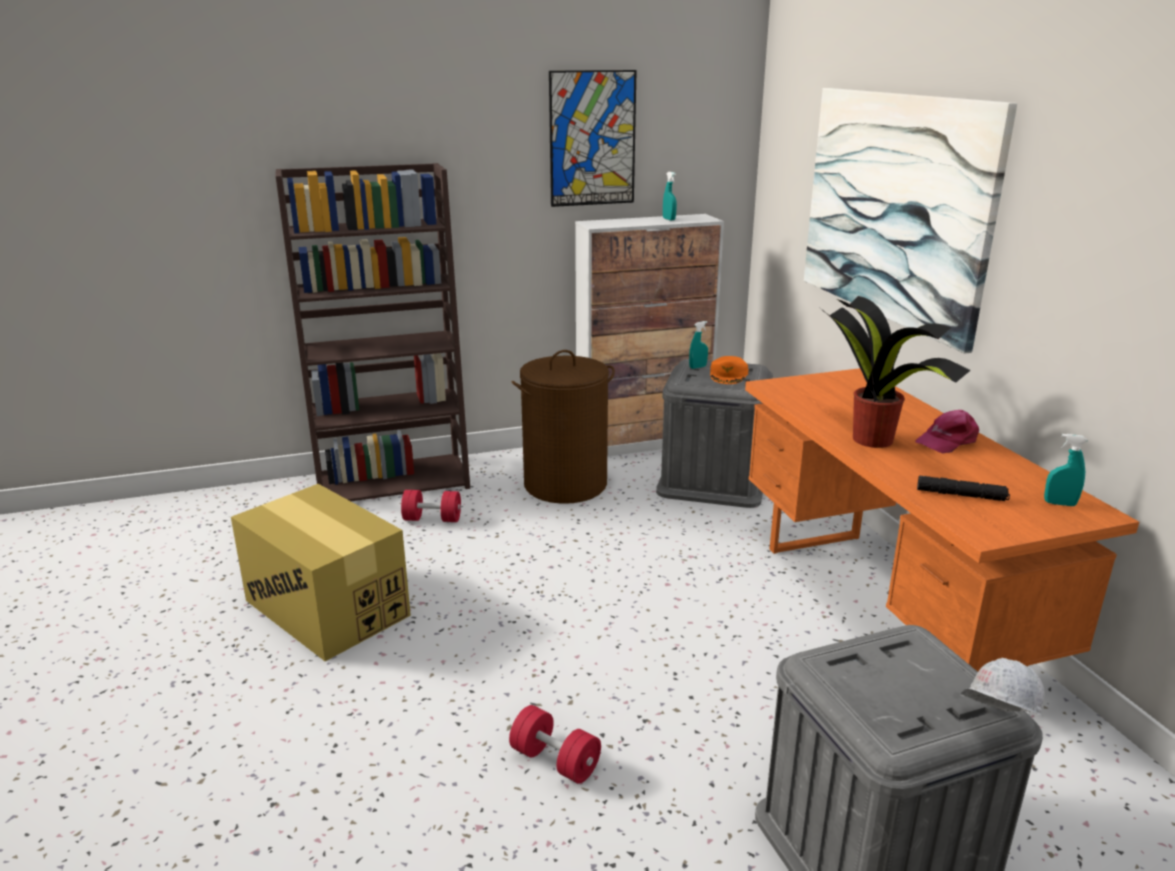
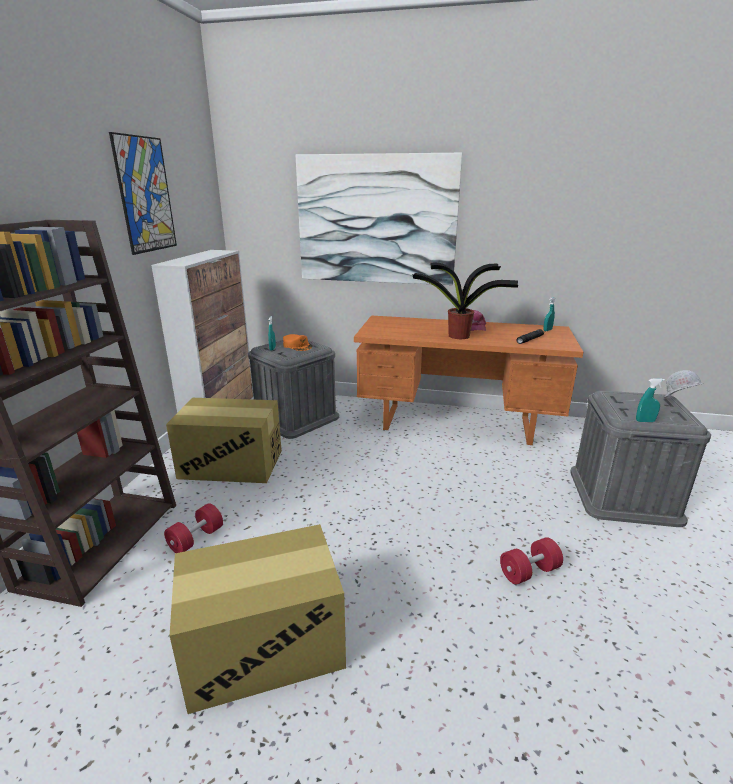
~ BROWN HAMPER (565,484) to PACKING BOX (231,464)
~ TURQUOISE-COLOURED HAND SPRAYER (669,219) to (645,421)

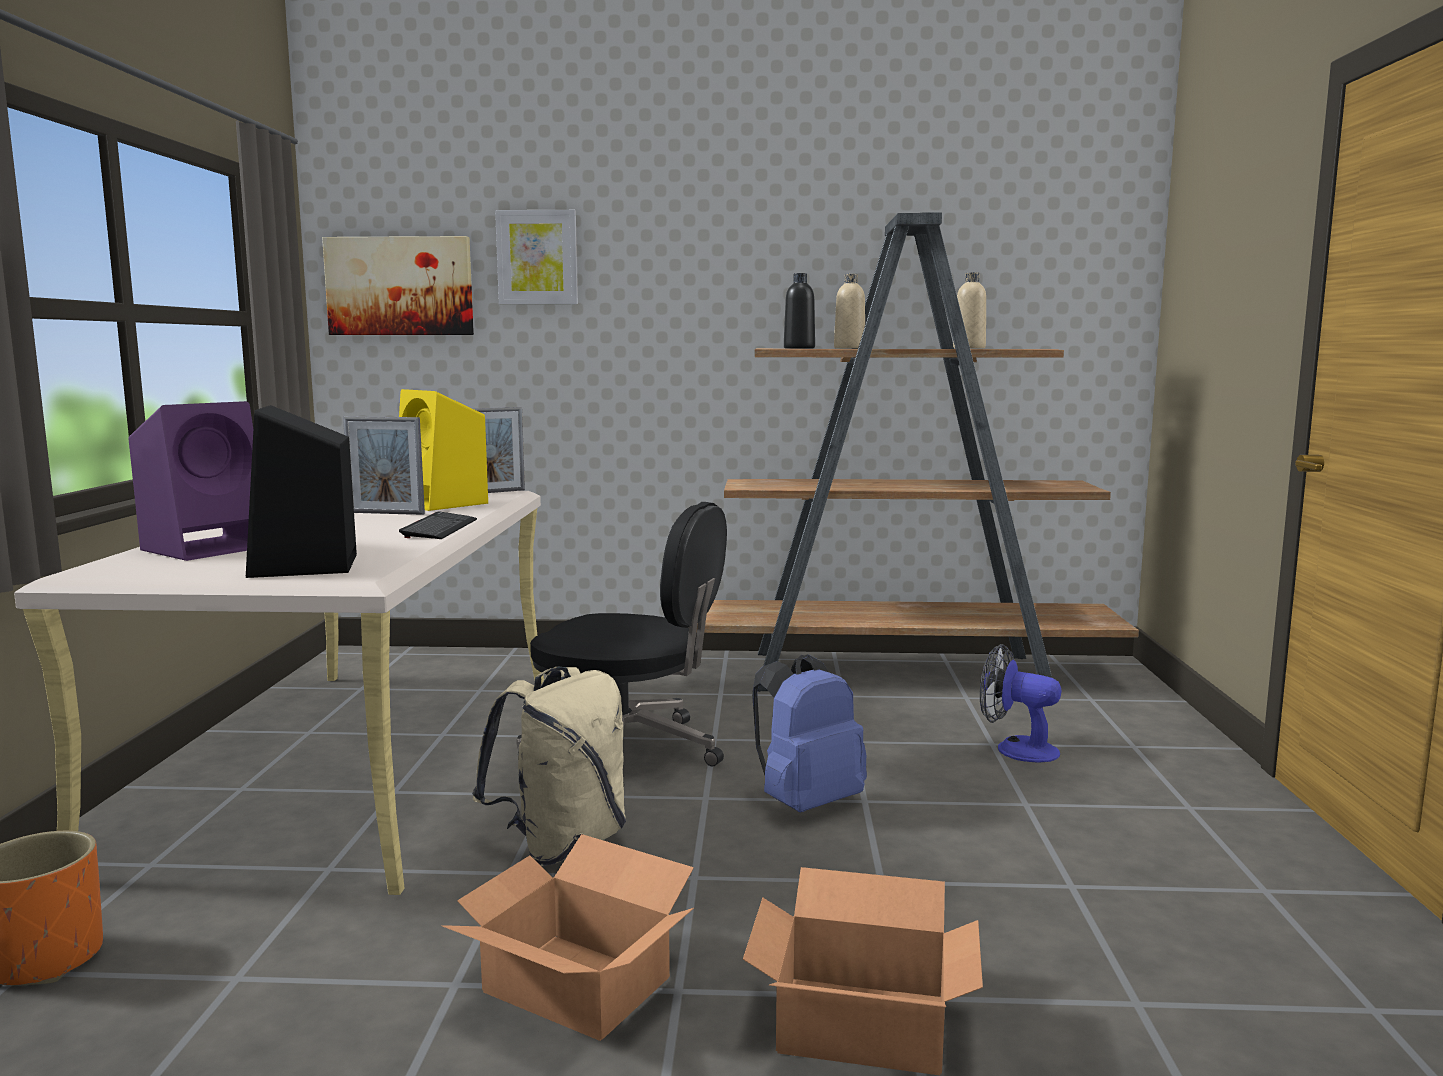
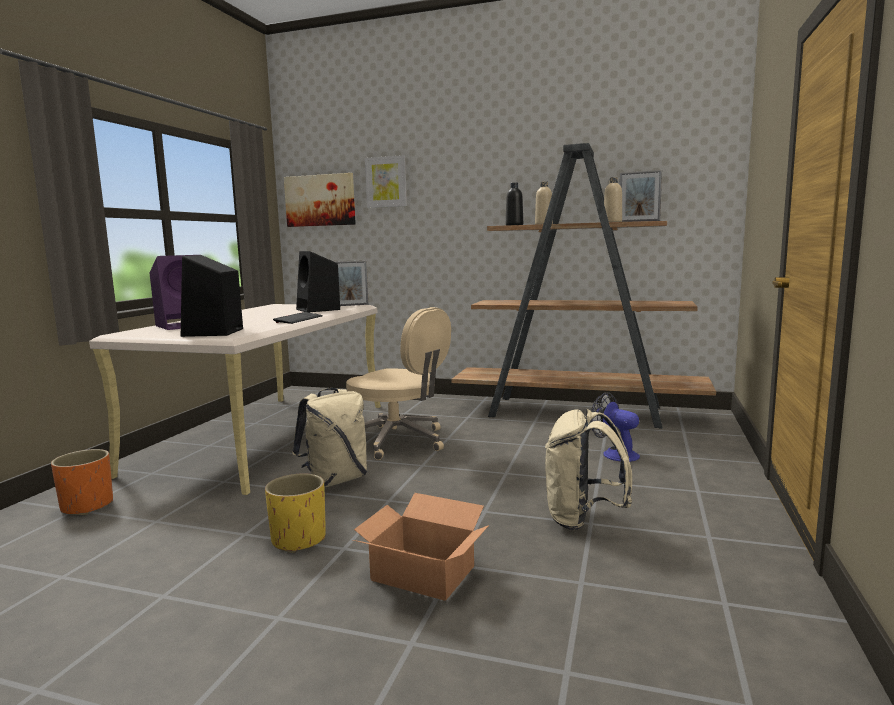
~ PACKING BOX (576,983) to YELLOW-COLOURED PLANT POT (299,540)
~ YELLOW-COLOURED LOUDSPEAKER (443,503) to BLACK LOUDSPEAKER (319,309)
~ BLACK OFFICE CHAIR (627,752) to BEIGE OFFICE CHAIR (398,441)
+ BEIGE BACKPACK (582,519)
~ STANDING FRAME (386,513) to (639,221)
- BLUISH BACKPACK (806,802)

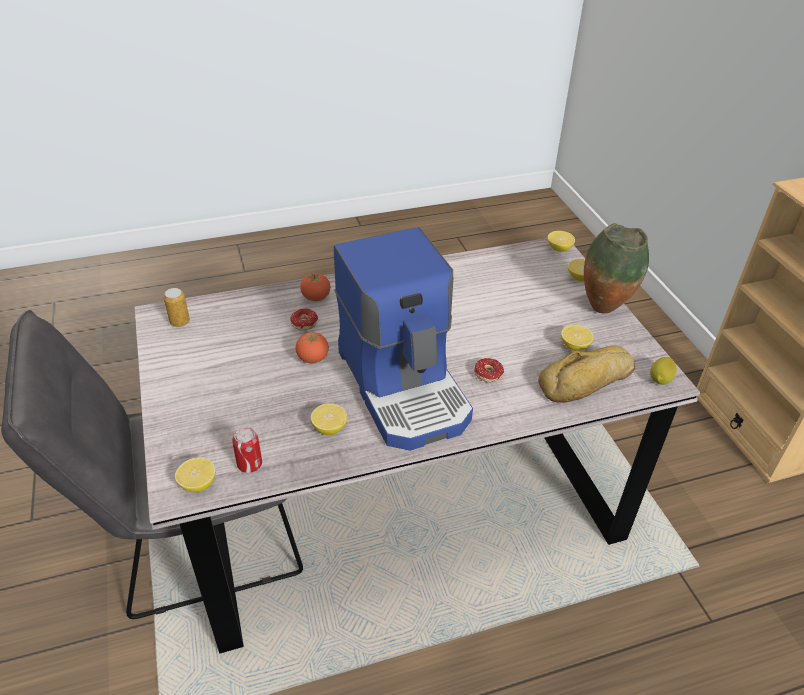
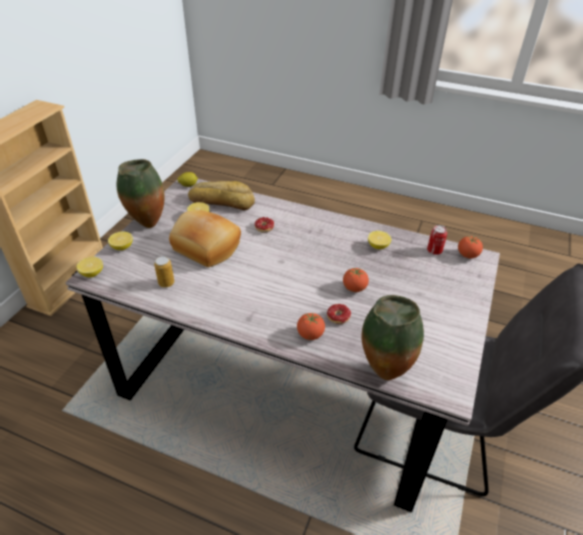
~ CAN (180,322) to (166,283)
+ BAKED BREAD (205,248)
+ VASE (383,371)
~ CITRUS FRUIT (198,484) to FRESH TOMATO (467,255)
- COFFEE BREWER (405,386)

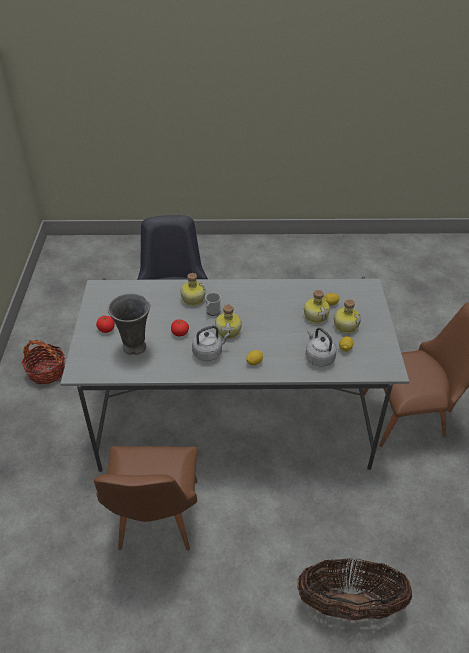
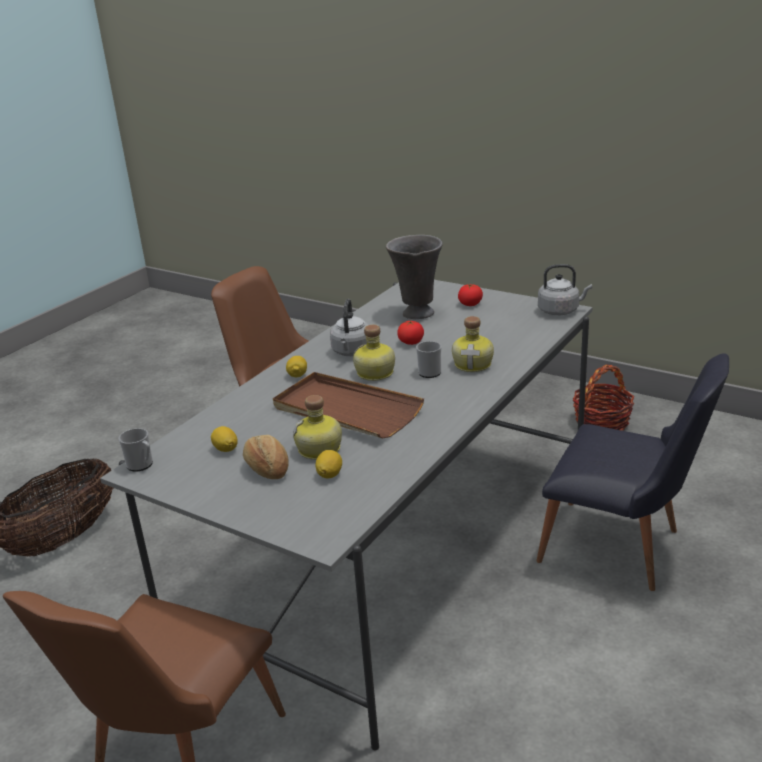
+ MUG (142,465)
~ BOTTLE (345,325) to BAKED BREAD (266,468)
+ BROWN TRAY (346,410)
~ GREY KETTLE (318,357) to (560,311)

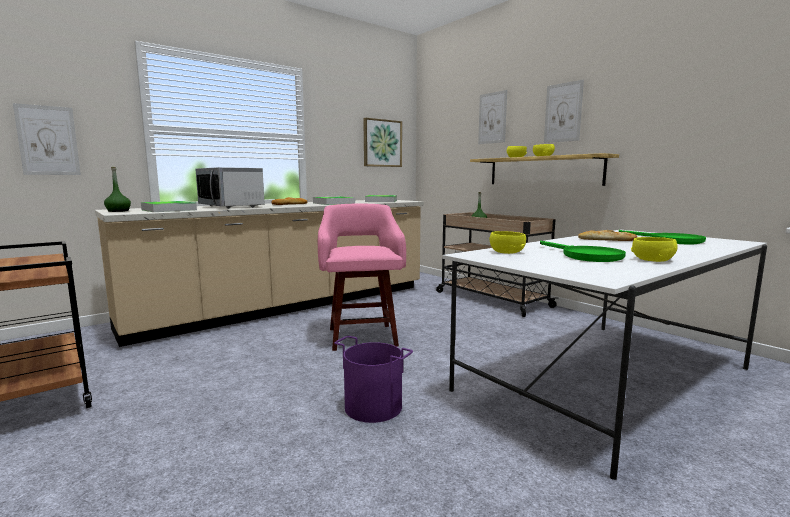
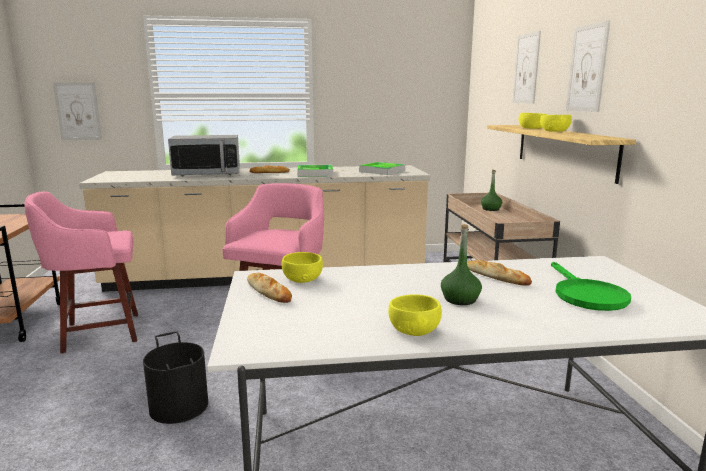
+ PINKISH STOOL SEAT (98,333)
~ PURPLE WATER BUCKET (373,406) to BLACK WATER BUCKET (180,406)
~ KITCHEN MICROWAVE (231,206) = (207,174) 90 degrees counterclockwise
+ BAKED BREAD (268,292)
~ GREEN-COLOURED BOTTLE (118,211) to (460,299)
- TRAY (169,210)
- WALL ART (382,143)
- GREEN-COLOURED FRYING PAN (585,256)

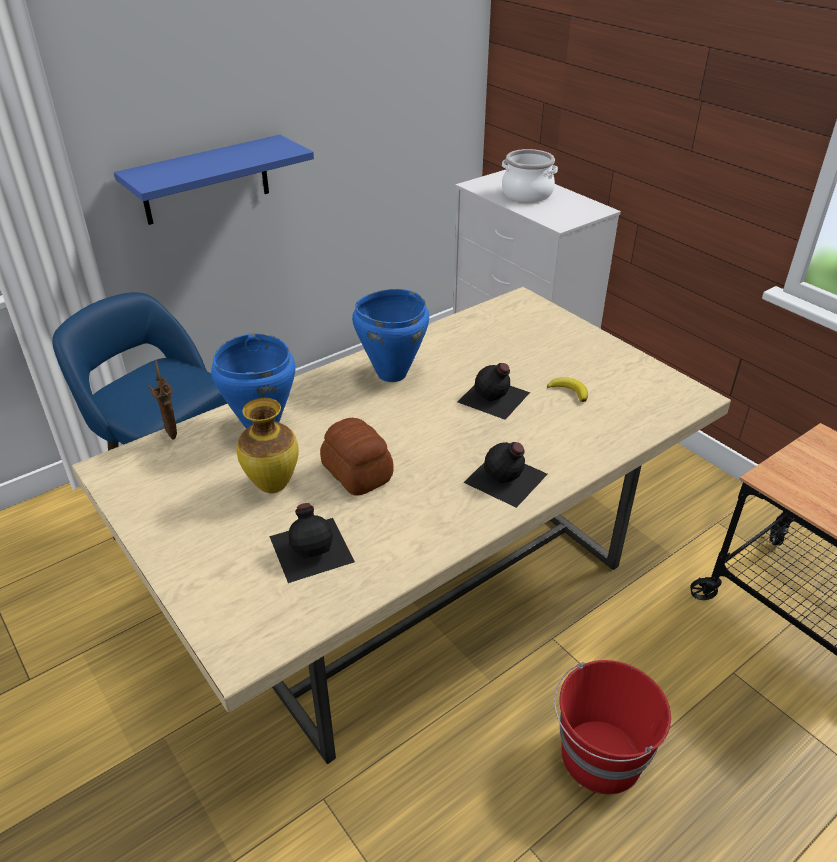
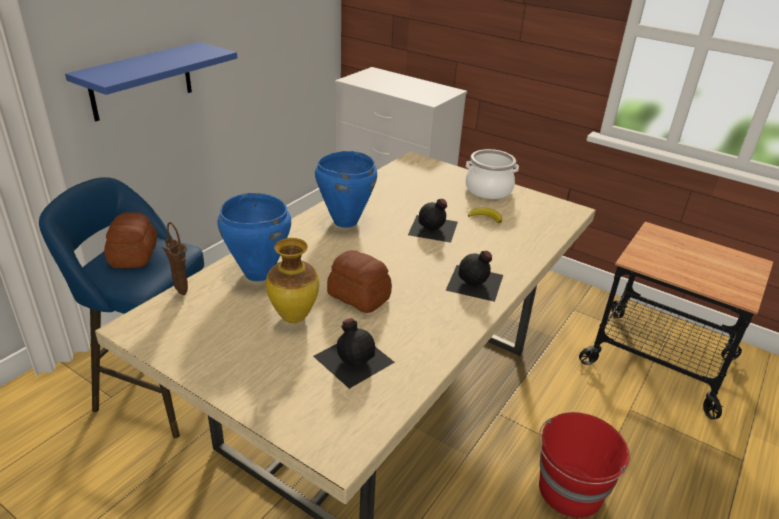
+ BAKED BREAD (133,255)
~ STOCKPOT (527,194) to (488,190)

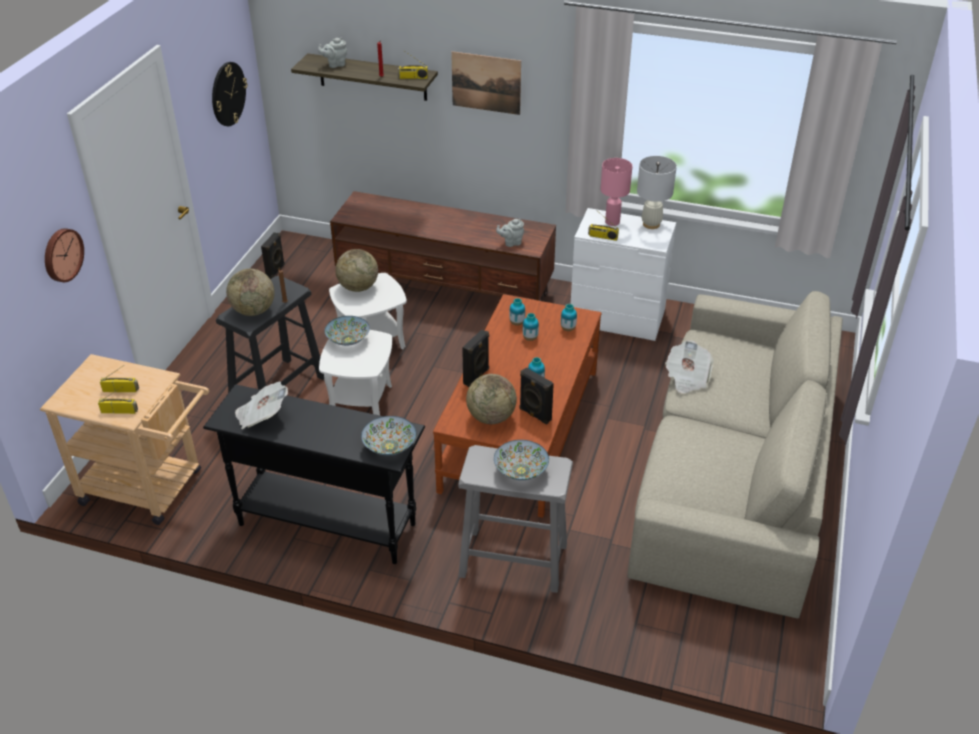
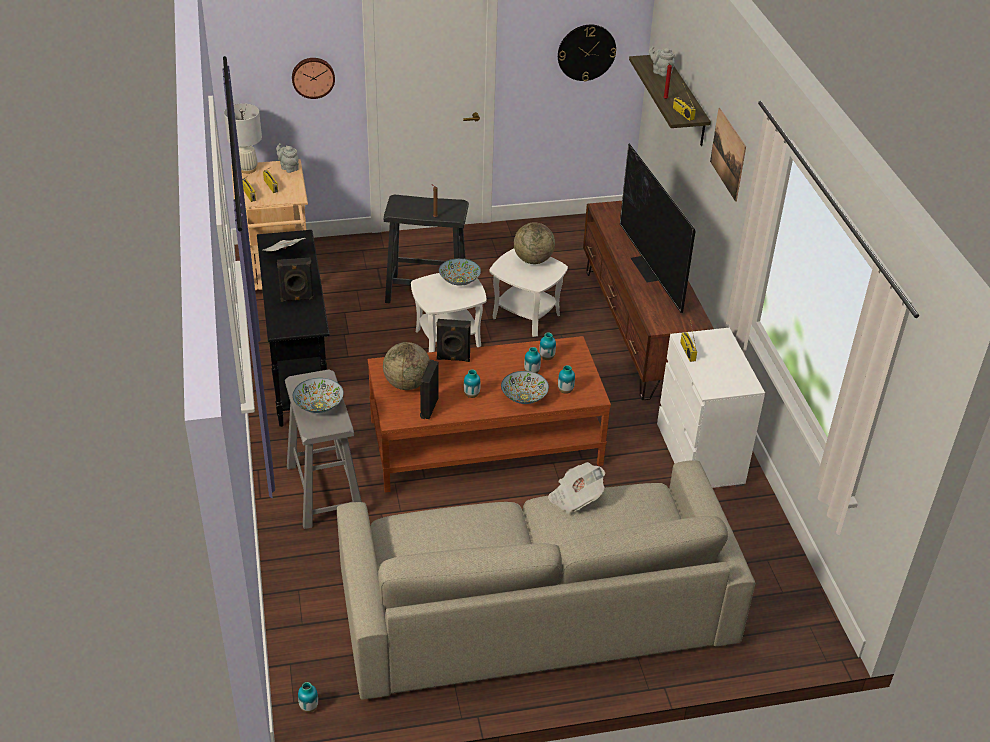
~ WHITE TABLETOP LAMP (651,224) to (248,169)
~ GREY TEAPOT (511,243) to (288,168)
~ BLACK LOUDSPEAKER (276,271) to (297,299)
+ VASE (309,707)
~ DEEP DISH (390,446) to (524,397)
+ TV SET (650,268)
- WORLD GLOBE (253,310)
- PINKISH TABLETOP LAMP (612,222)

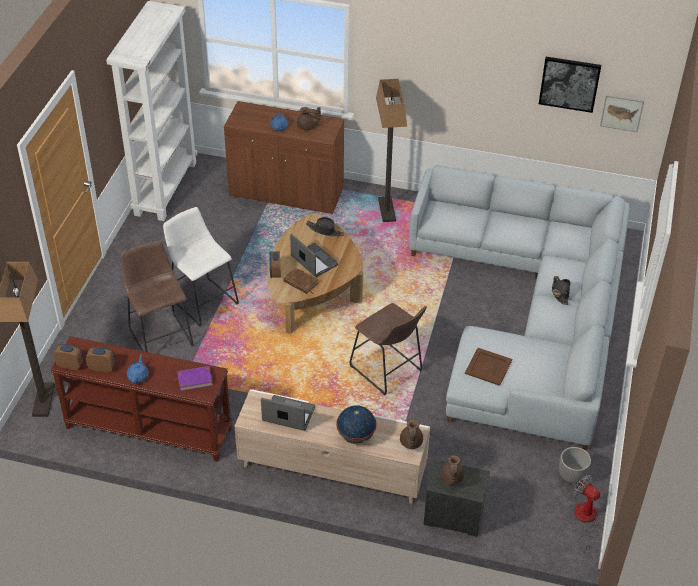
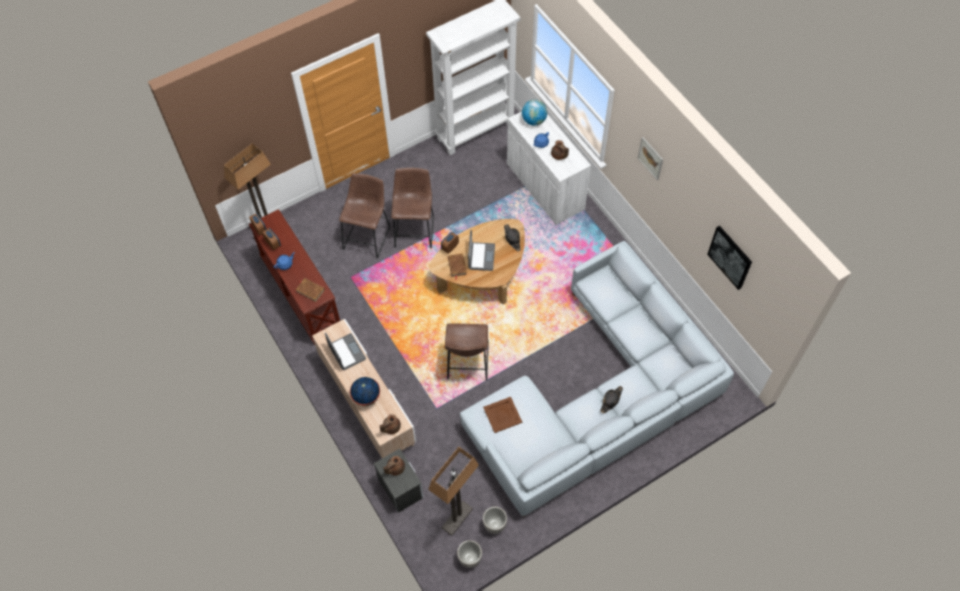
~ PURPLE BOUND BOOK (194,380) to BROWN BOUND BOOK (310,290)
~ WHITE STOOL SEAT (202,299) to BROWN STOOL SEAT (415,229)
~ STANDARD LAMP (386,210) to (457,518)
~ ELECTRIC FAN (585,520) to PLANT POT (469,559)
~ BROWN STORAGE CABINET (286,193) to WHITE STORAGE CABINET (545,187)
+ WORLD GLOBE (534,120)
~ WALL ART (621,113) to (650,158)

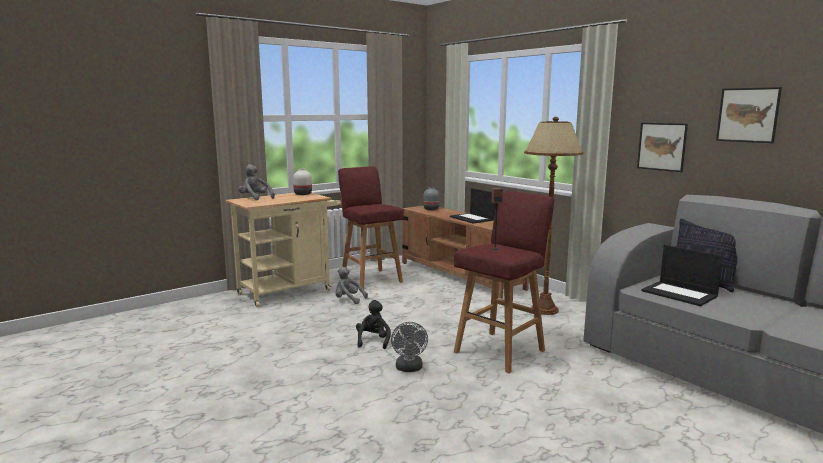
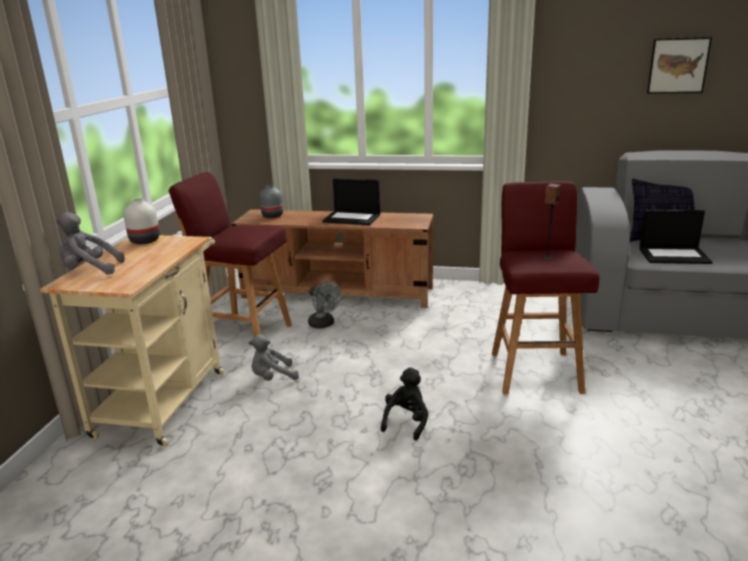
~ GREY ELECTRIC FAN (409,369) to (324,324)
~ BLACK CUDDLY TOY (373,341) = (406,422) 60 degrees clockwise
- BROWN STANDARD LAMP (544,310)
- WALL ART (661,146)

